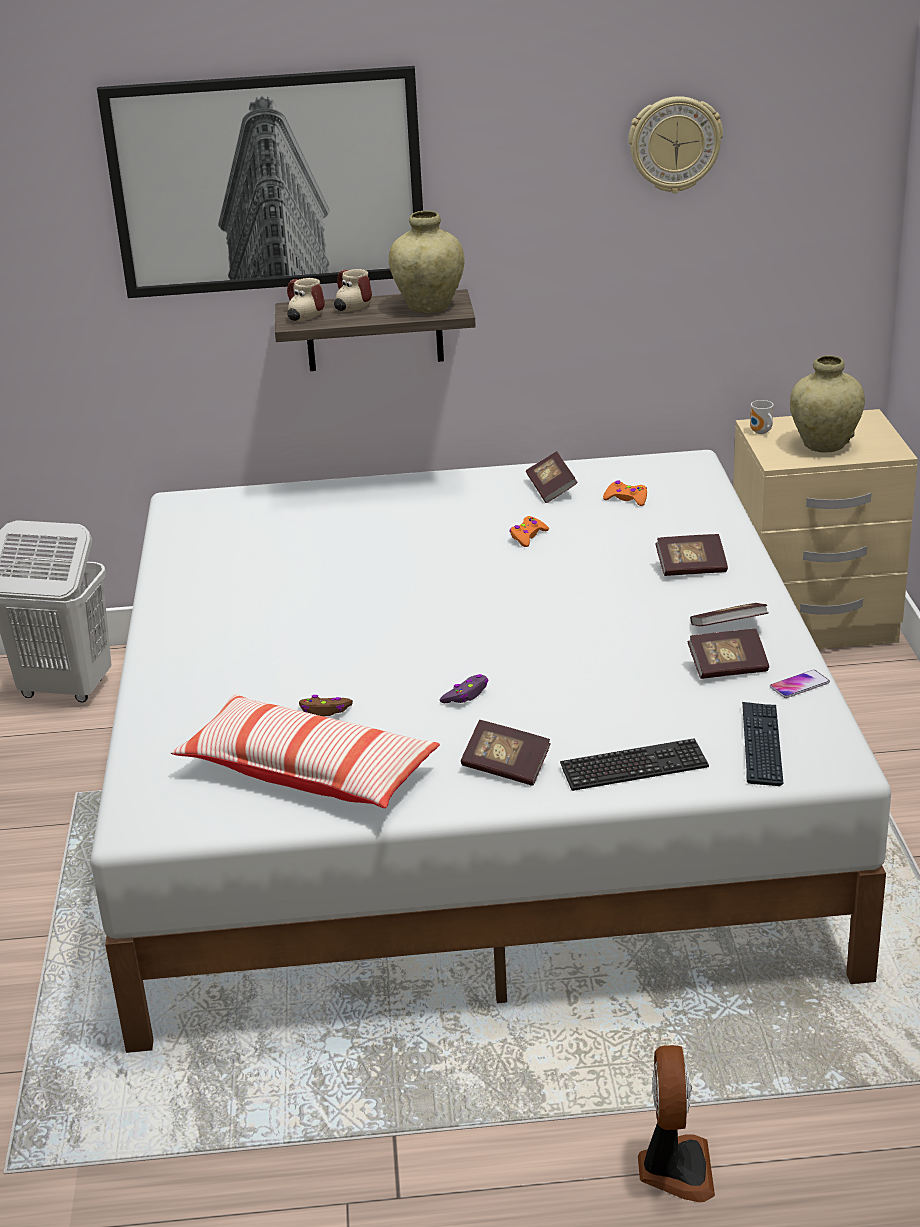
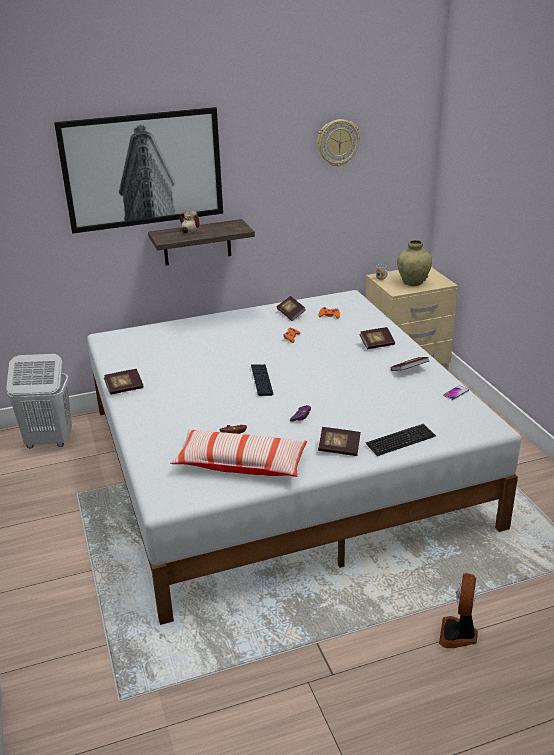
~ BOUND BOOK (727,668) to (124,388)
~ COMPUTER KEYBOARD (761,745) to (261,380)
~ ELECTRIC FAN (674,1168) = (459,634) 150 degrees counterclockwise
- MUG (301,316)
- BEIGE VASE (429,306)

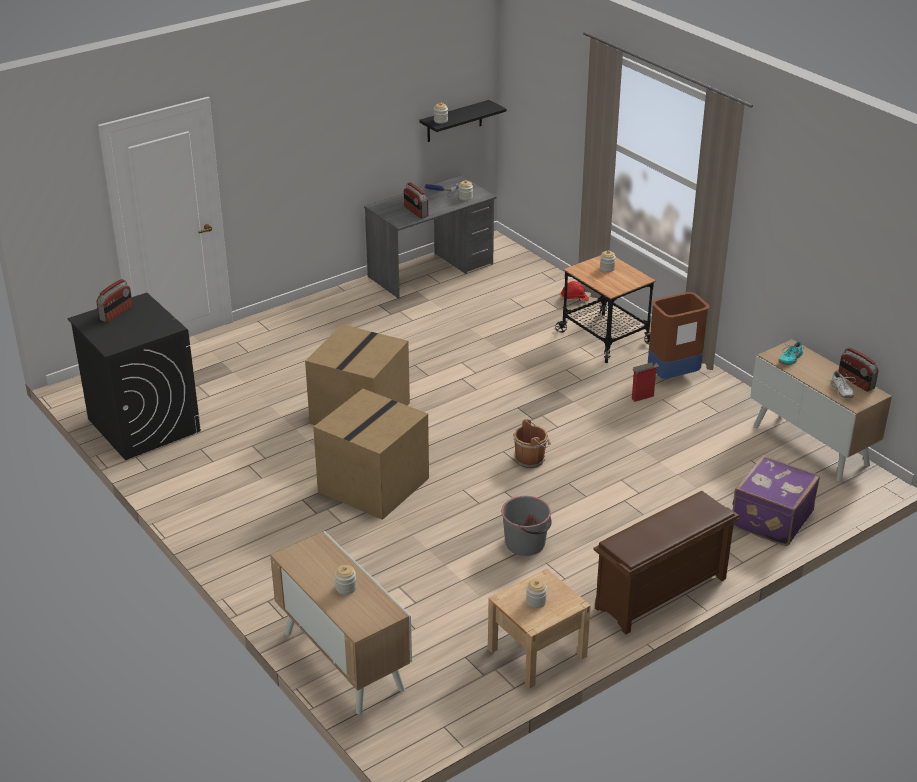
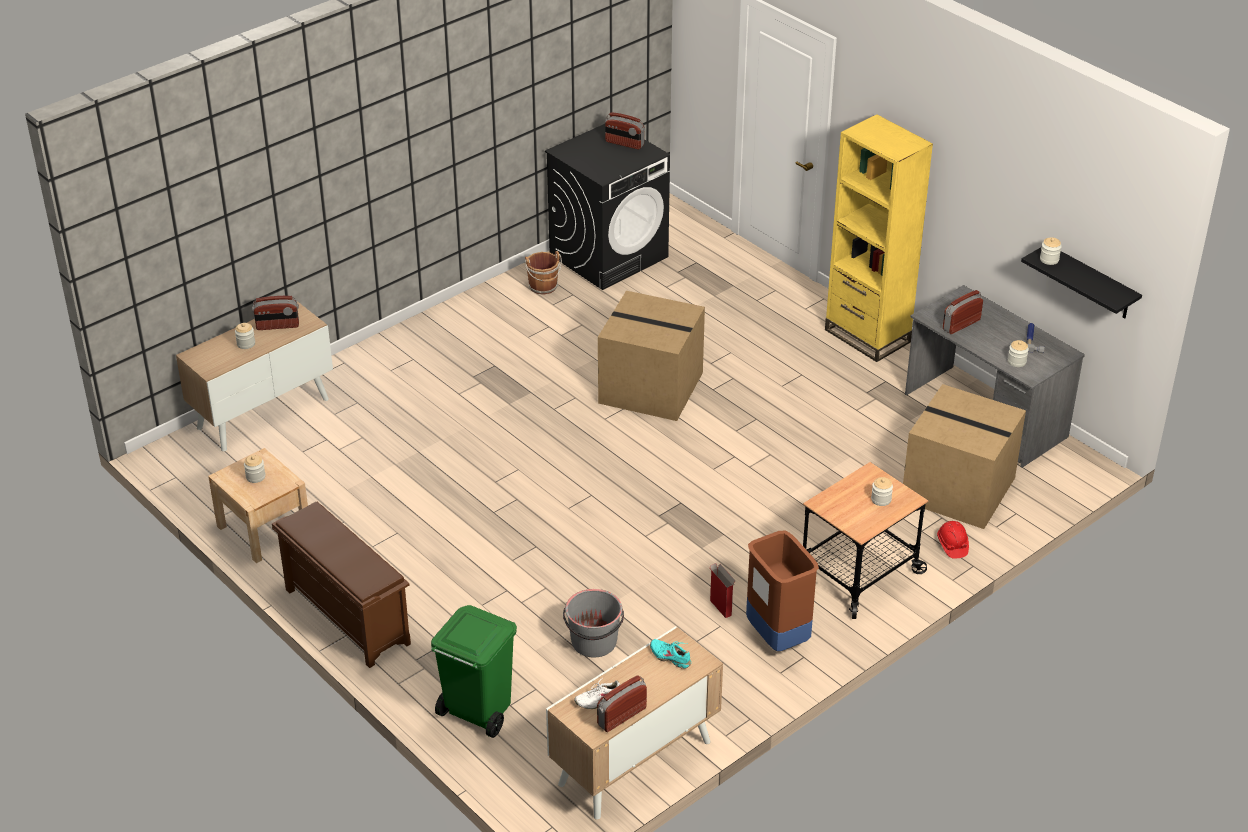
+ RADIO SET (277,326)
~ PURPLE SUITCASE (770,519) to GREEN-COLOURED WASTE BIN (477,712)
~ BROWN WATER BUCKET (531,459) to (543,287)
~ GREY WATER BUCKET (526,543) to (594,642)
+ YELLOW-COLOURED SHELVING UNIT (867,336)
~ PACKING BOX (373,483) to (960,489)

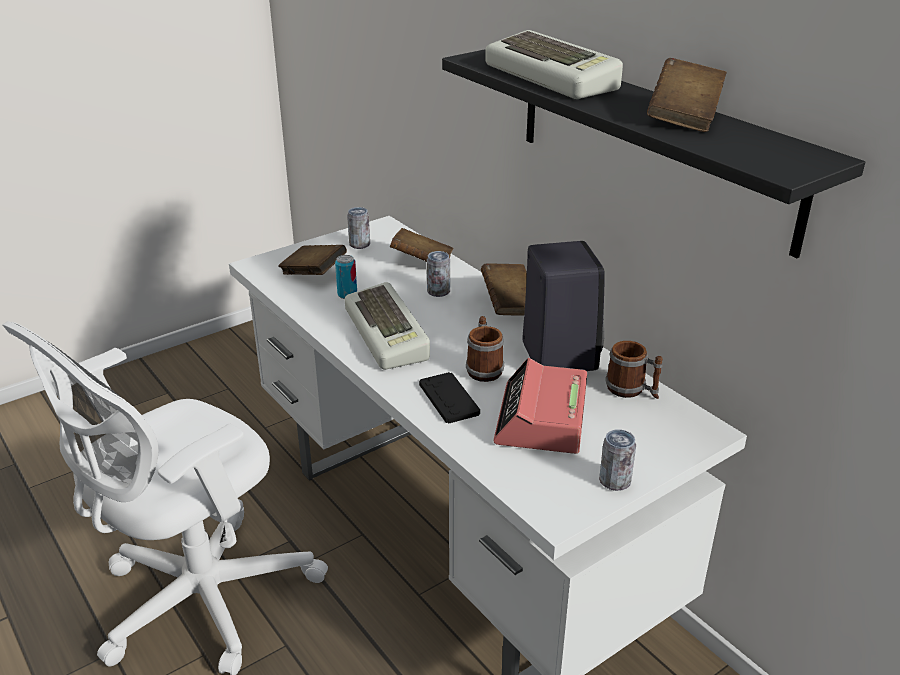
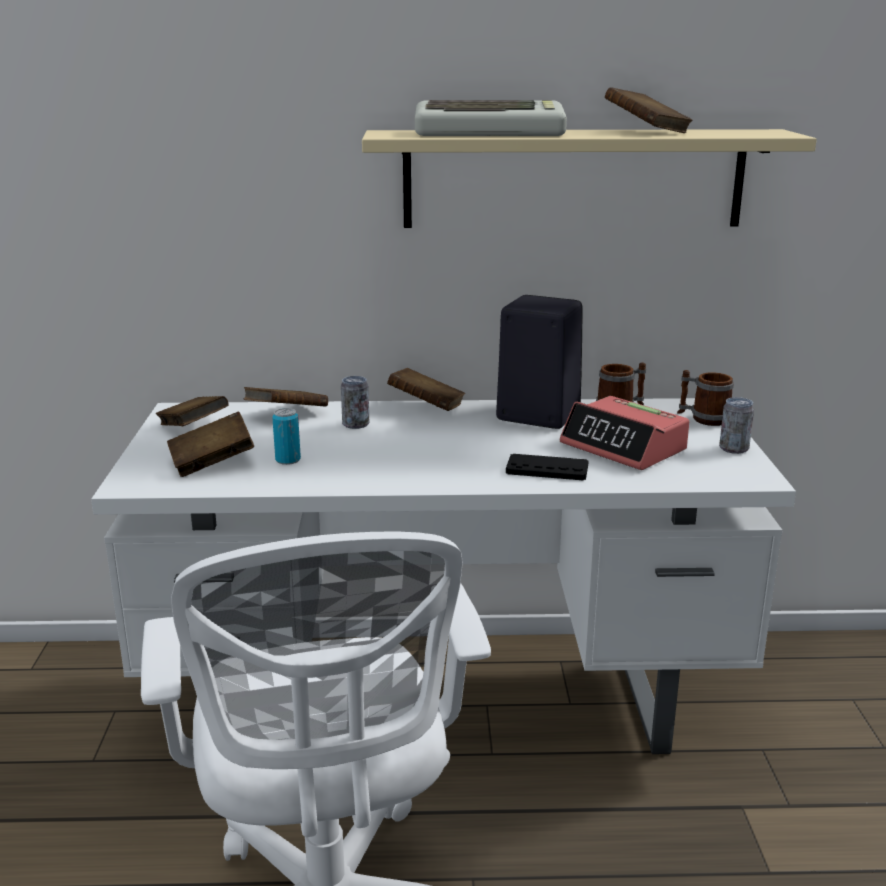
~ CAN (359,244) to BROWN BOUND BOOK (193,429)
~ BLACK WALL SHELF (651,143) to BEIGE WALL SHELF (573,179)
~ MUG (483,368) to (703,418)
- COMPUTER KEYBOARD (389,334)

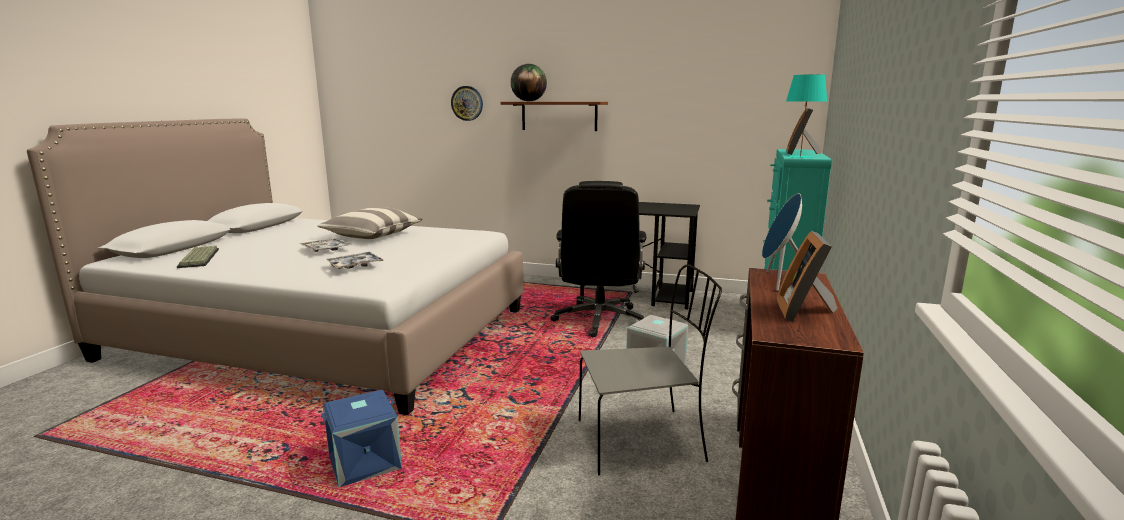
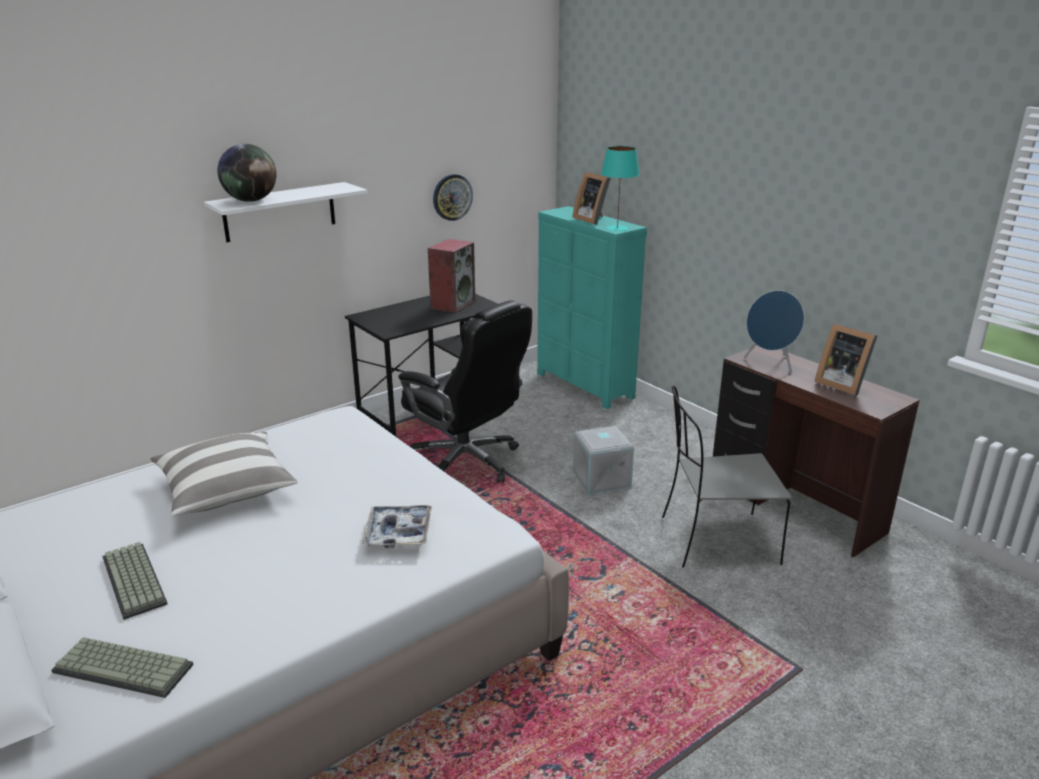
+ COMPUTER KEYBOARD (136,580)
~ BROWN WALL SHELF (559,116) to WHITE WALL SHELF (280,212)
+ LOUDSPEAKER (453,304)
~ WALL CLOCK (467,103) to (452,197)
~ GREY CHAIR (643,440) = (716,540) 120 degrees counterclockwise
- TRAY (326,250)
- BLUISH STORAGE BIN (364,464)

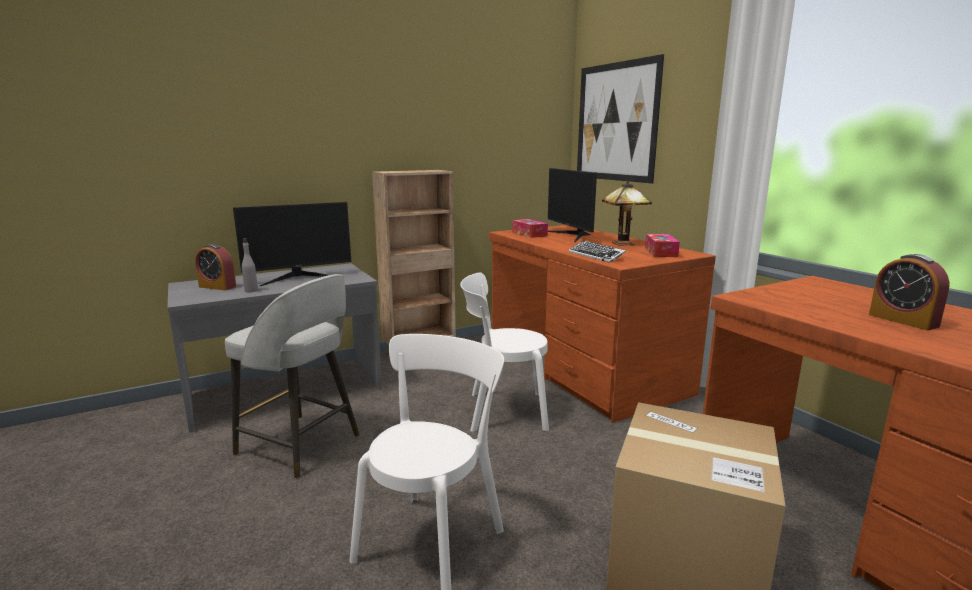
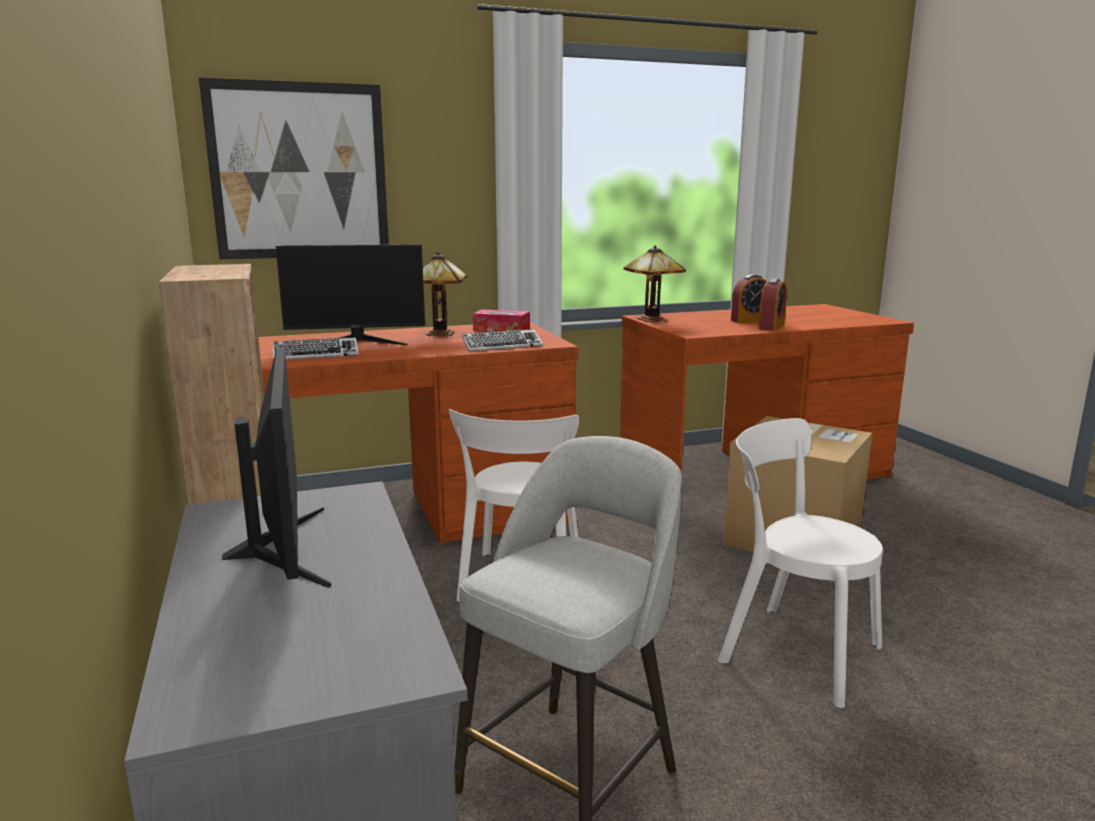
~ TISSUE HOLDER (529,234) to COMPUTER KEYBOARD (316,354)
+ TABLETOP LAMP (652,319)
~ TABLE CLOCK (217,287) to (771,327)
- GREY BOTTLE (251,290)

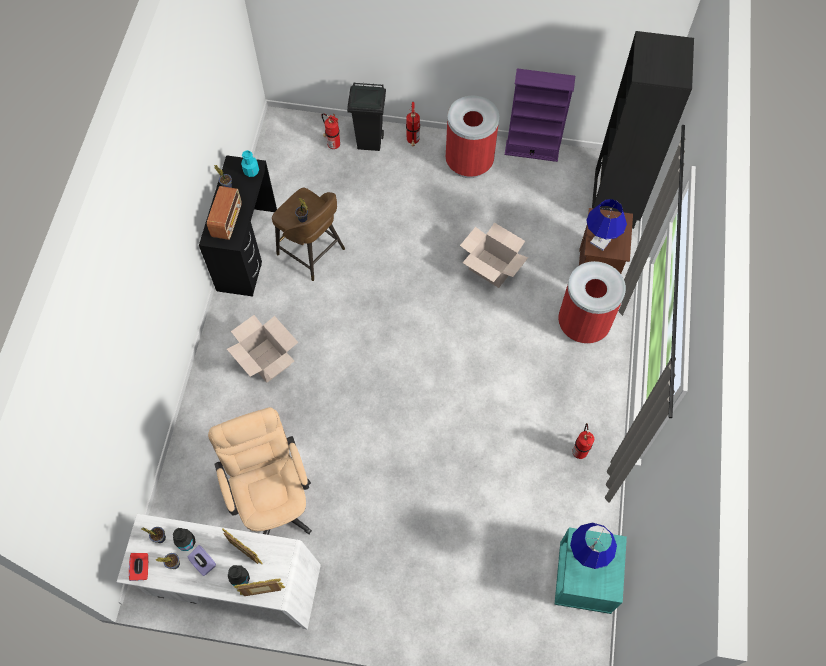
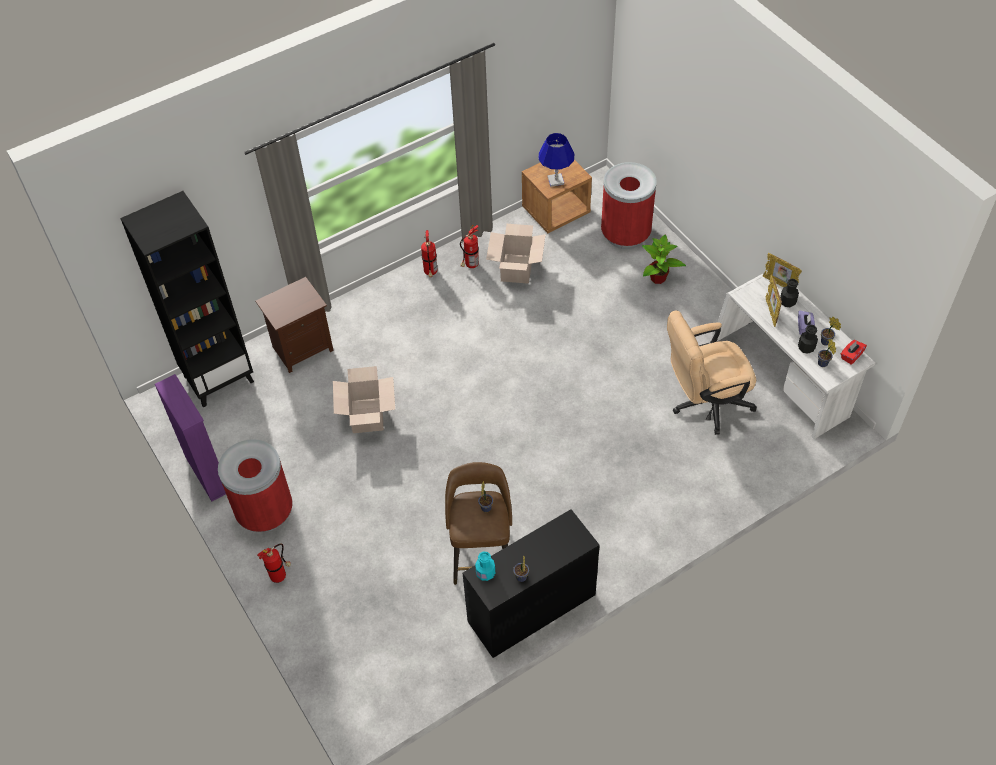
~ FIRE EXTINGUISHER (332,144) to (430,273)
~ PACKING BOX (266,360) to (517,269)
~ TURQUOISE-COLOURED NIGHT TABLE (584,578) to BROWN NIGHT TABLE (556,211)
~ REDDISH WASTE BIN (583,324) to (625,234)
+ PLANT IN A POT (658,278)
~ BEIGE OFFICE CHAIR (273,499) = (704,403) 45 degrees clockwise
- RADIO SET (227,220)
- BLACK WASTE BIN (370,142)
- BLUISH TABLETOP LAMP (600,241)

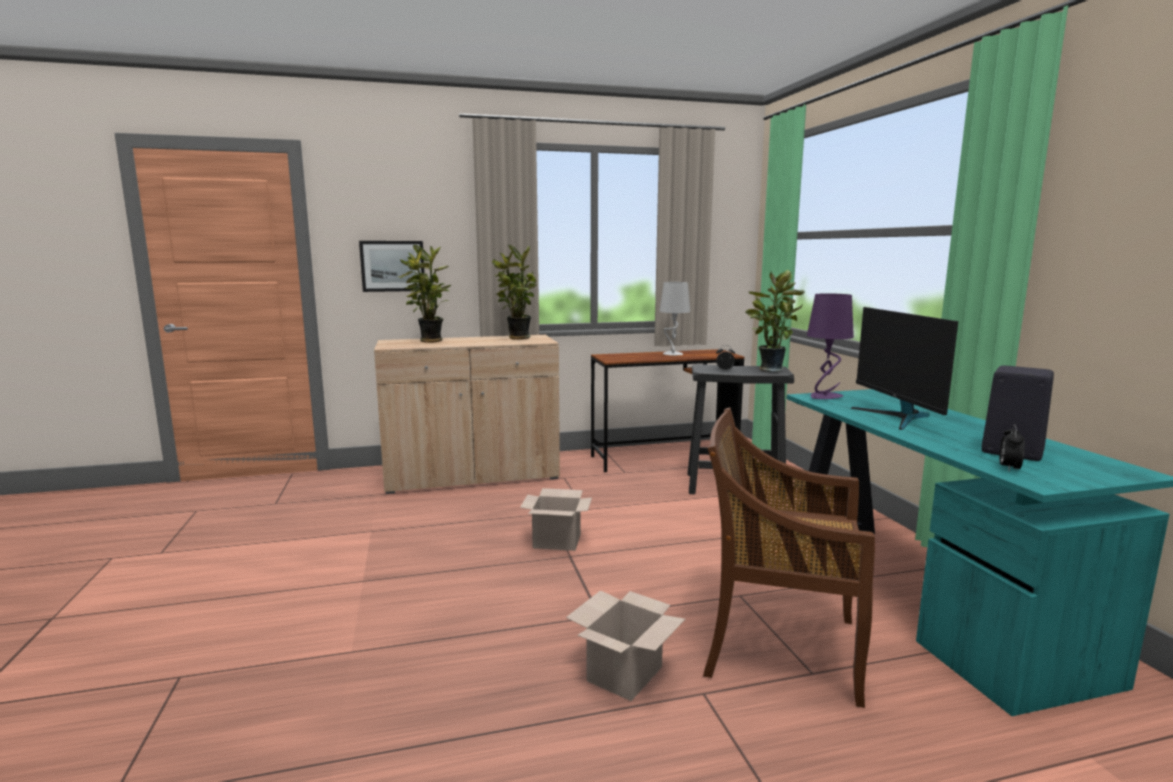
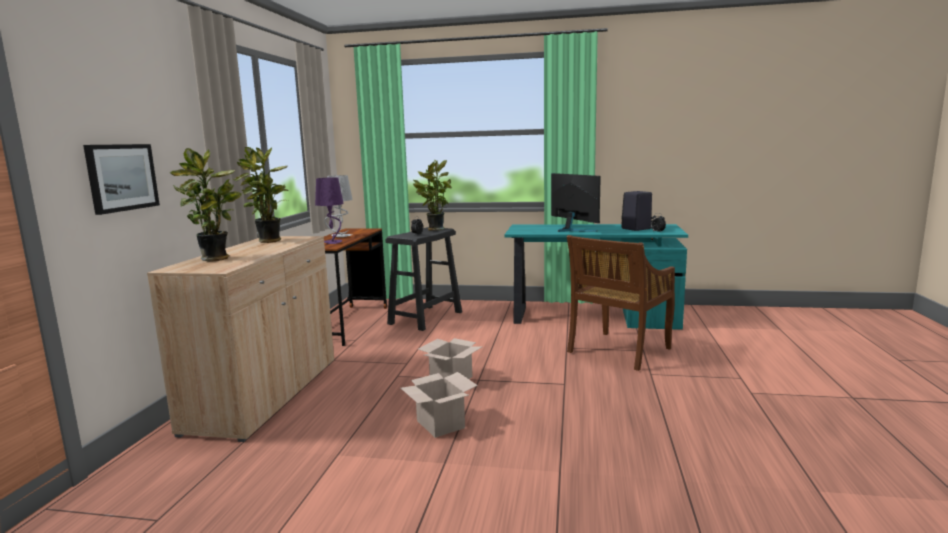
~ PURPLE TABLETOP LAMP (825,397) to (333,243)
~ PACKING BOX (624,672) to (439,424)
~ MONITOR (898,417) = (572,230) 135 degrees counterclockwise

